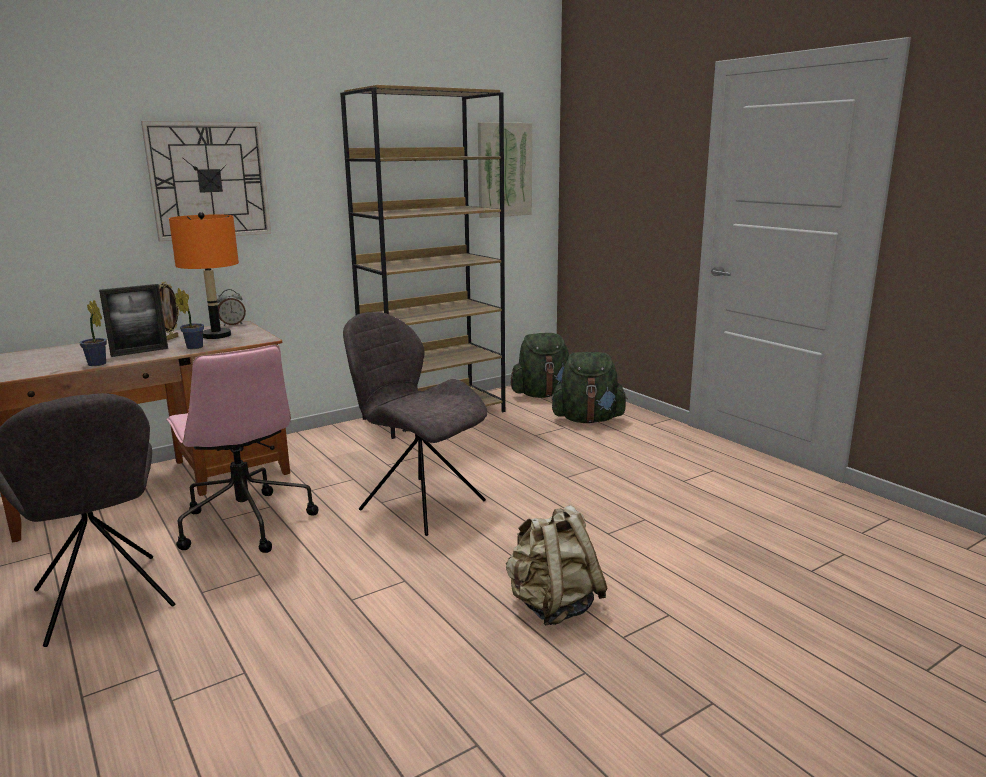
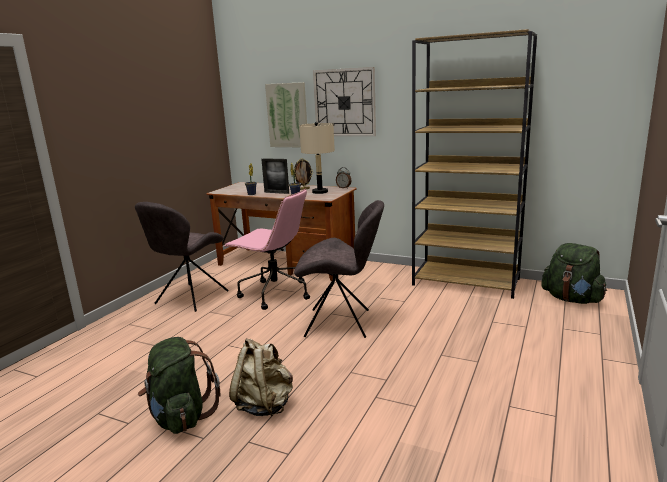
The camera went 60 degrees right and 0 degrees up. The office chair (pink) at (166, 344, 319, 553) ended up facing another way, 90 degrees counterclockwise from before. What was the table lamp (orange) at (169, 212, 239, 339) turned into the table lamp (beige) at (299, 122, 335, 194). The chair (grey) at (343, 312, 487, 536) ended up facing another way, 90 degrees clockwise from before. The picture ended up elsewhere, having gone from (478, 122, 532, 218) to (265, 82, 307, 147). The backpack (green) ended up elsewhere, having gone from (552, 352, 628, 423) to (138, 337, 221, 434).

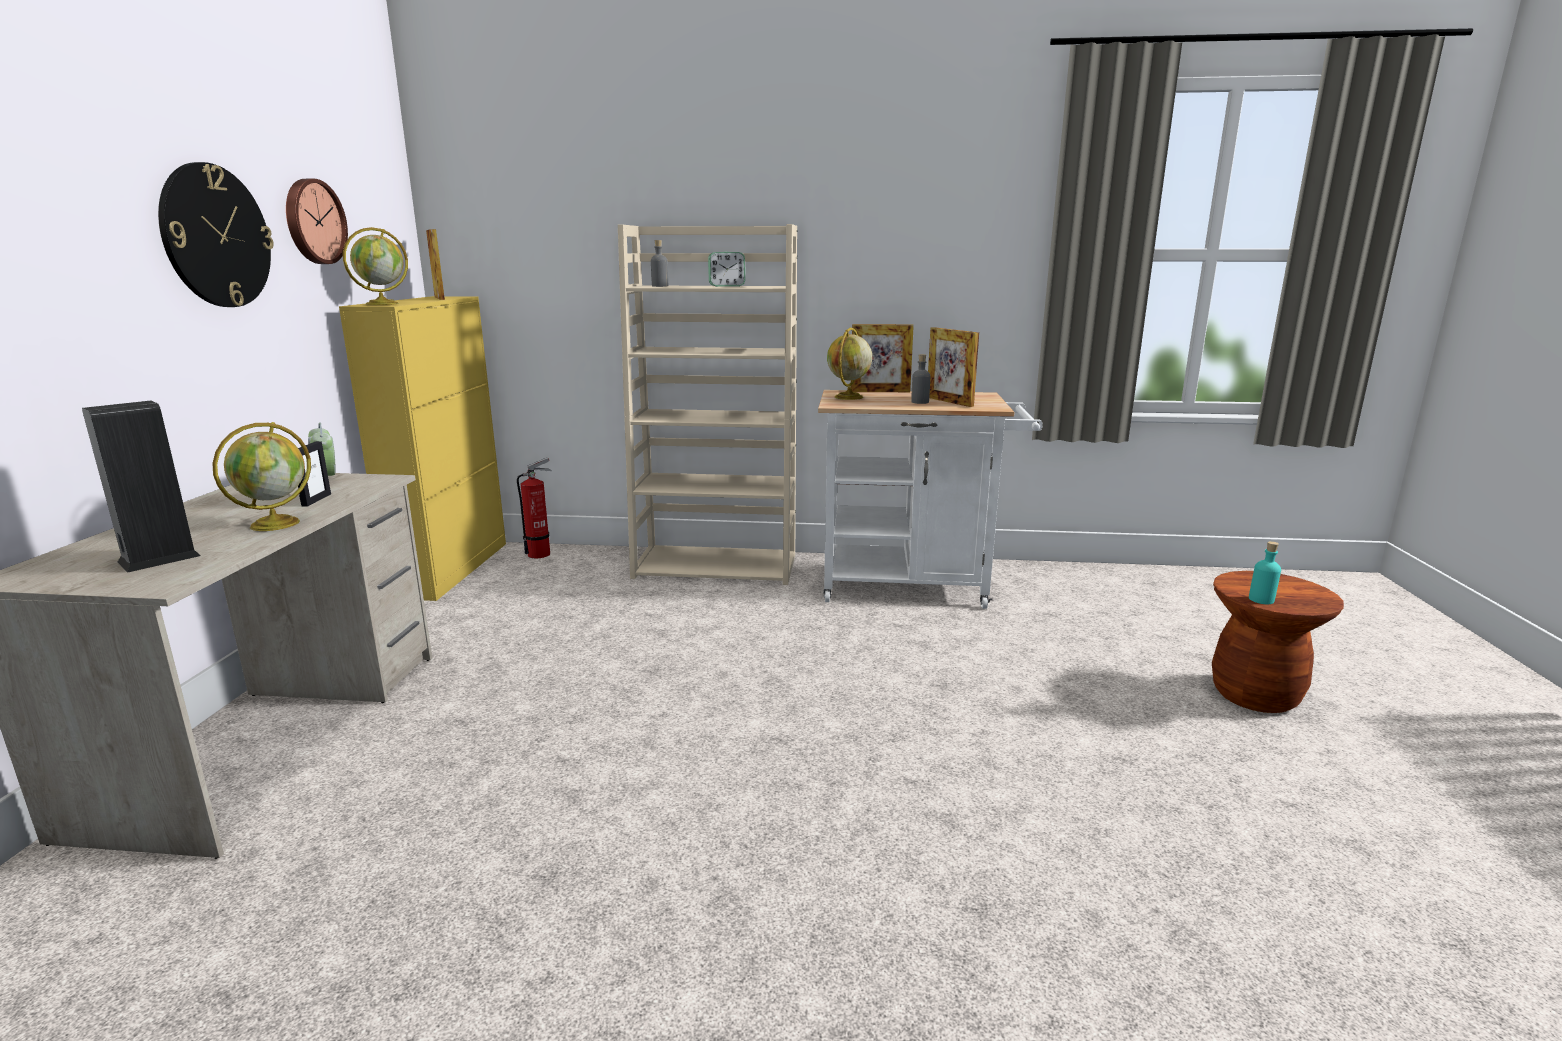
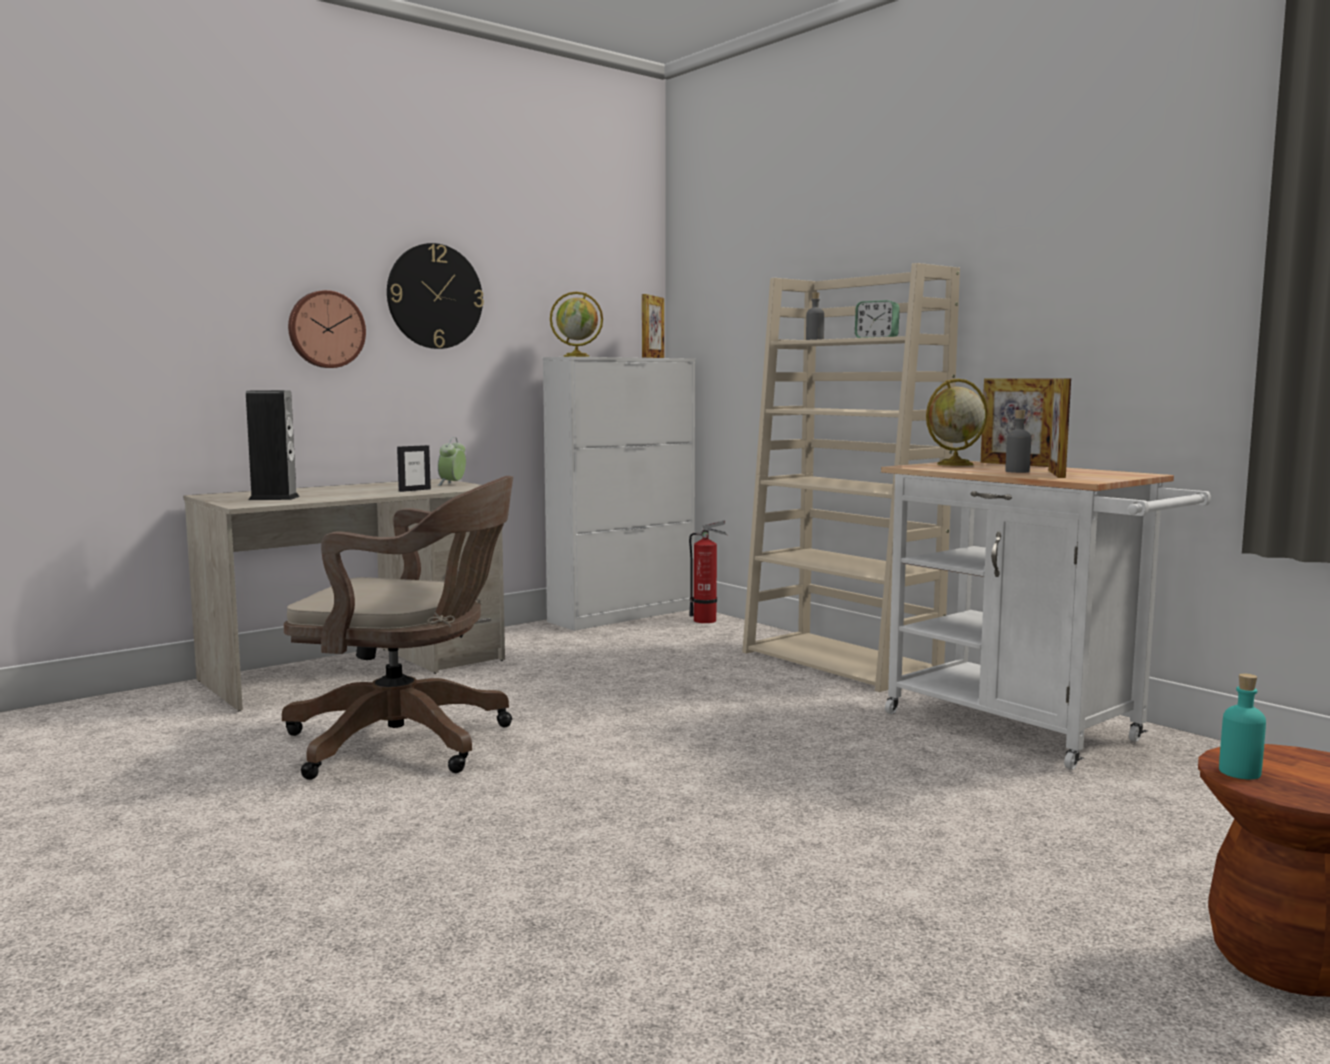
The camera went 45 degrees right and 10 degrees down. The second view lost the globe at (212, 422, 311, 531). The wall clock ended up elsewhere, having gone from (286, 179, 348, 264) to (288, 290, 366, 368). What was the cabinet (yellow) at (339, 296, 506, 601) turned into the cabinet (white) at (543, 357, 695, 631). The second view gained the office chair (brown) at (282, 476, 513, 780).

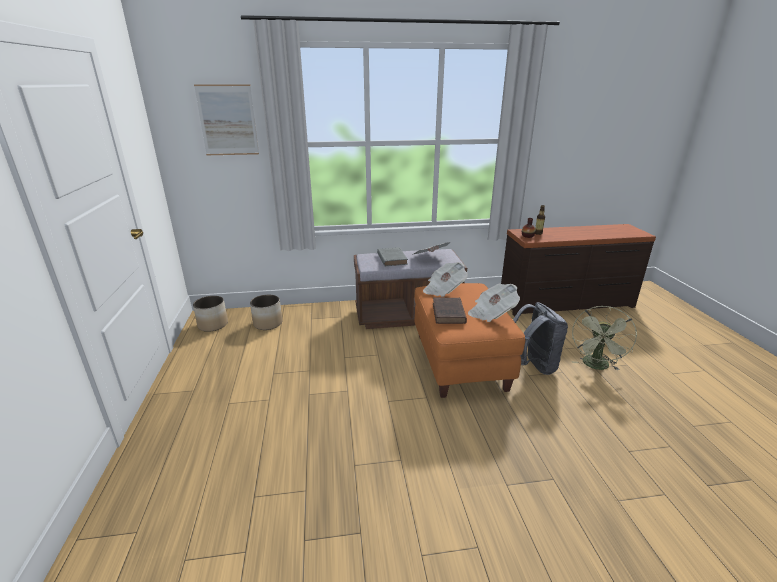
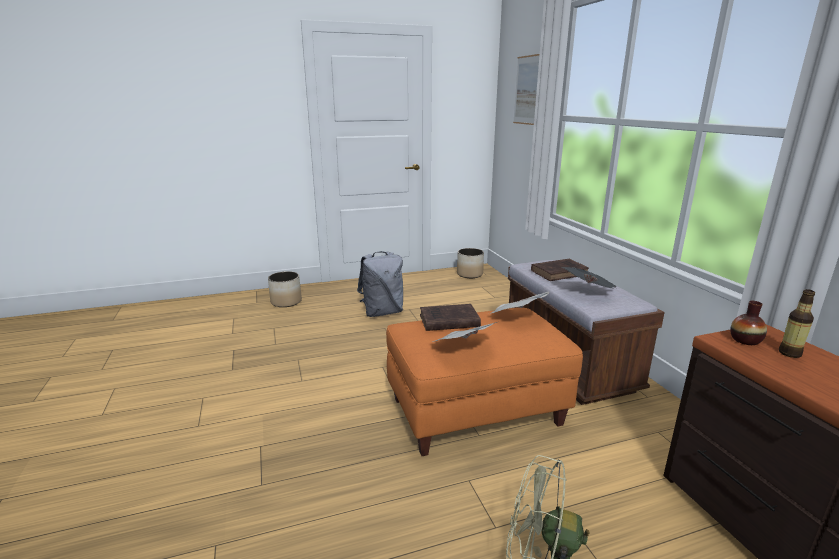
The camera went 80 degrees right and 5 degrees down. The planter ended up elsewhere, having gone from (250, 295, 283, 330) to (268, 271, 302, 307). What was the book (grey) at (377, 247, 408, 266) turned into the book (brown) at (531, 259, 589, 281). The backpack (grey) ended up elsewhere, having gone from (513, 302, 568, 375) to (357, 251, 403, 317).

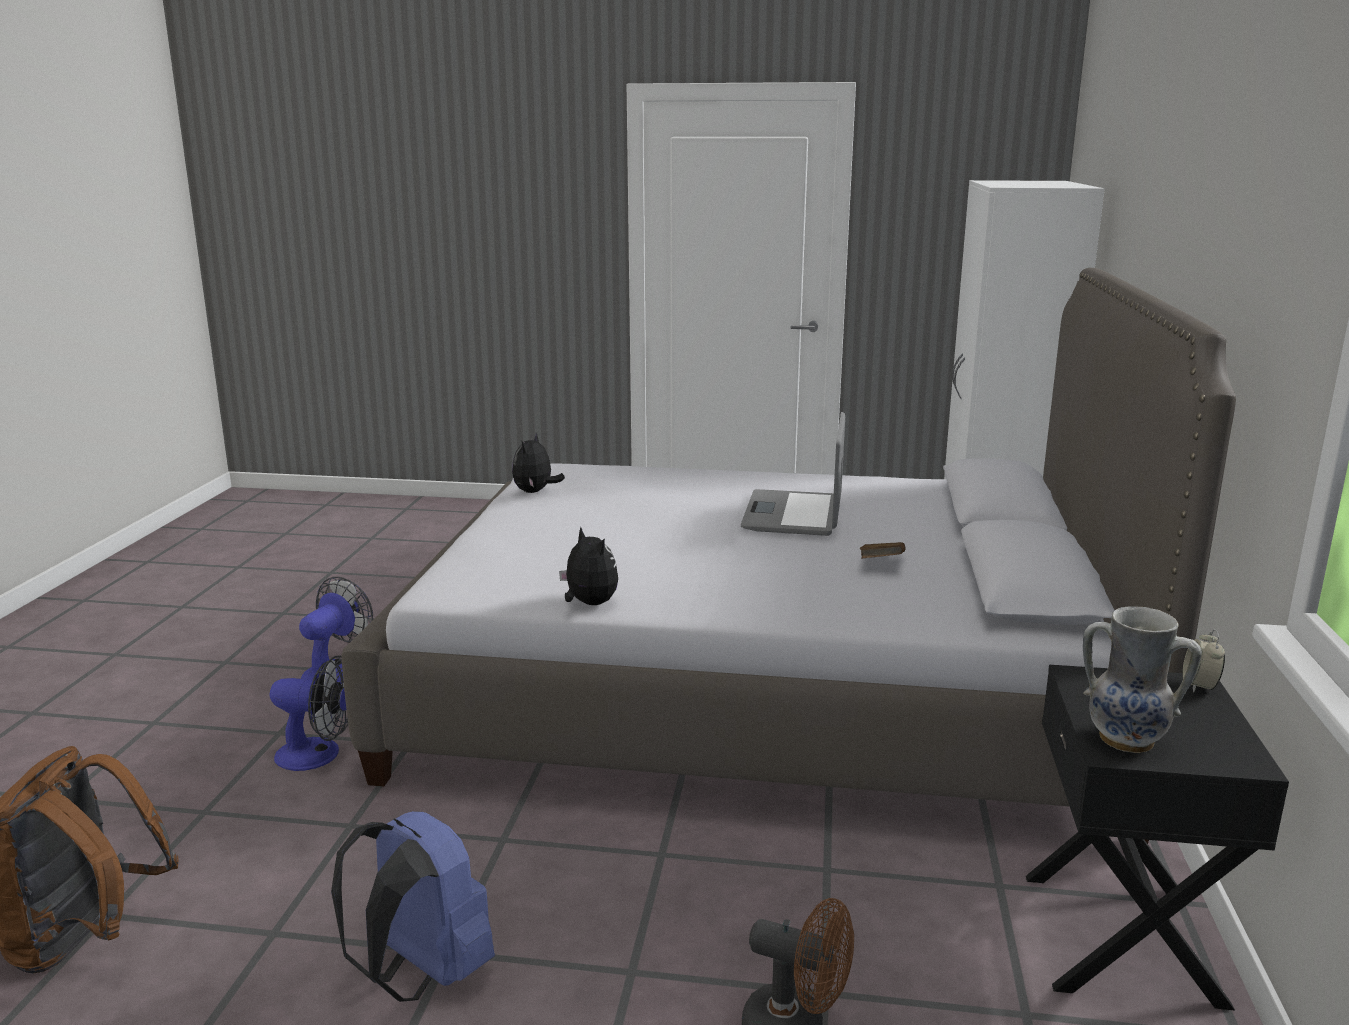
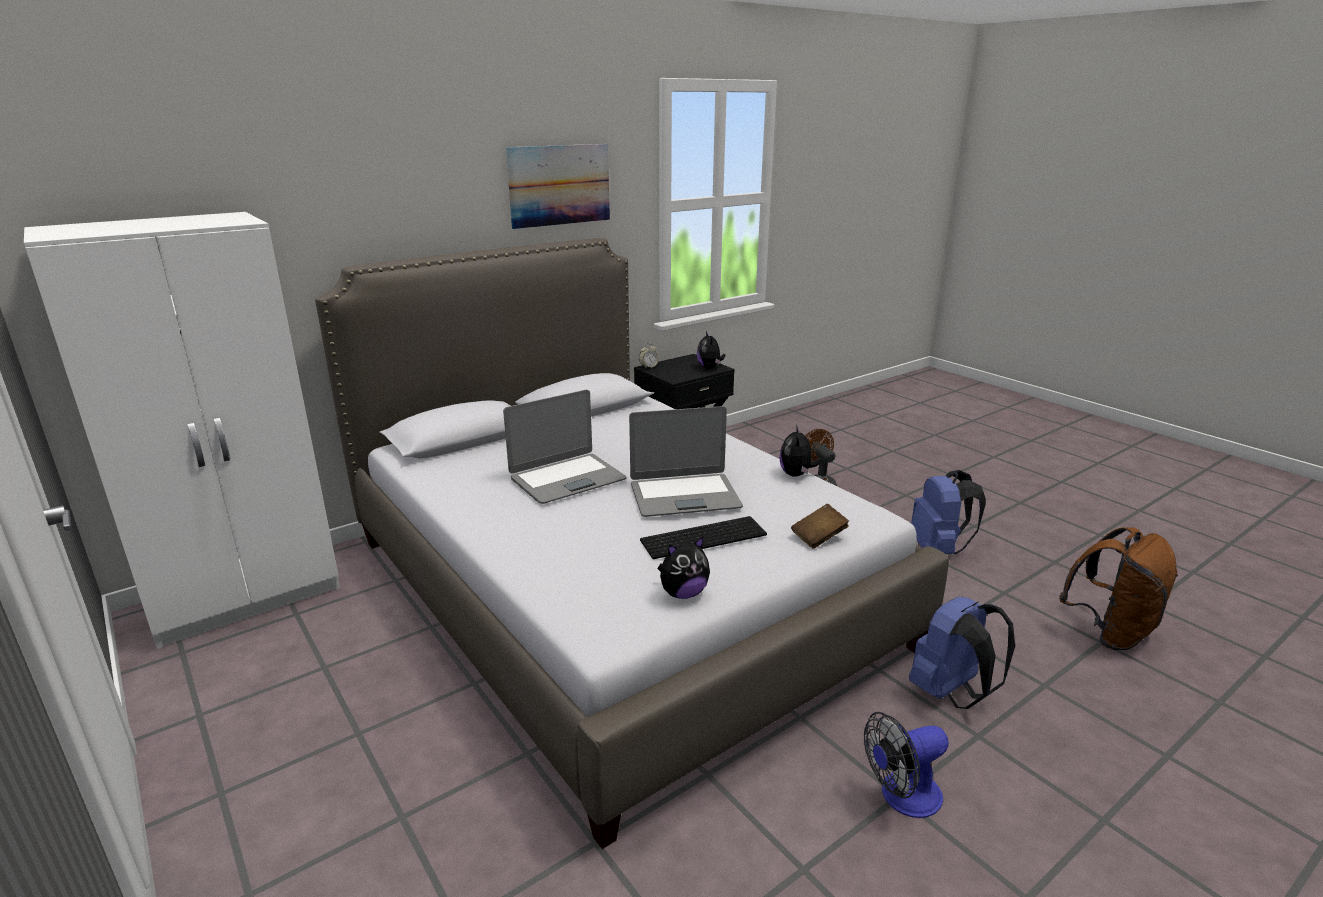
The camera went 135 degrees left and 5 degrees up. Where the fan stood at (270, 656, 348, 771), the backpack (blue) came to stand at (909, 597, 1015, 709). The book (brown) ended up elsewhere, having gone from (860, 542, 906, 558) to (791, 504, 849, 549). Where the vase stood at (1083, 606, 1202, 753), the plush toy came to stand at (697, 332, 725, 369). The second view gained the picture at (506, 144, 610, 229). The second view gained the laptop at (629, 406, 743, 517). The second view gained the keyboard at (640, 516, 767, 559).

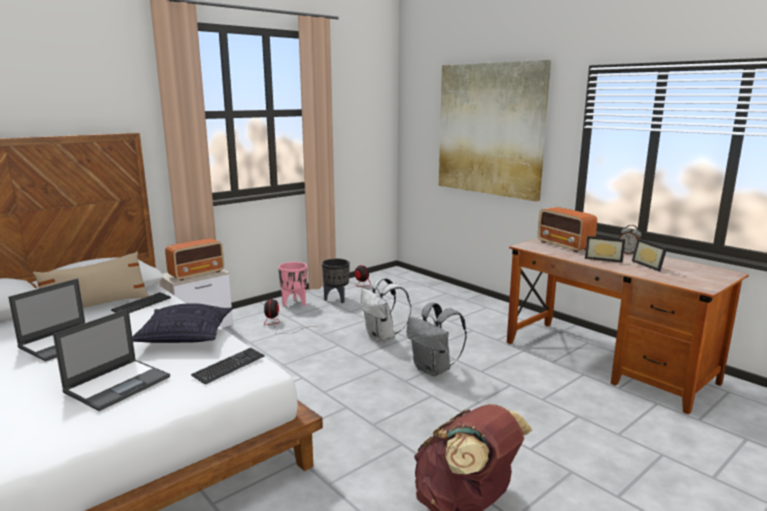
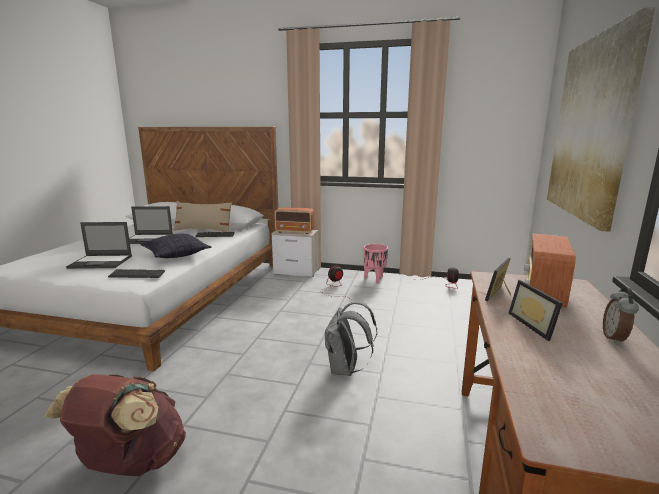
The camera went 55 degrees right and 0 degrees up. The second view lost the planter (black) at (322, 259, 350, 303). The second view lost the backpack (white) at (361, 278, 411, 342). The picture frame ended up elsewhere, having gone from (632, 239, 667, 272) to (485, 258, 511, 302).

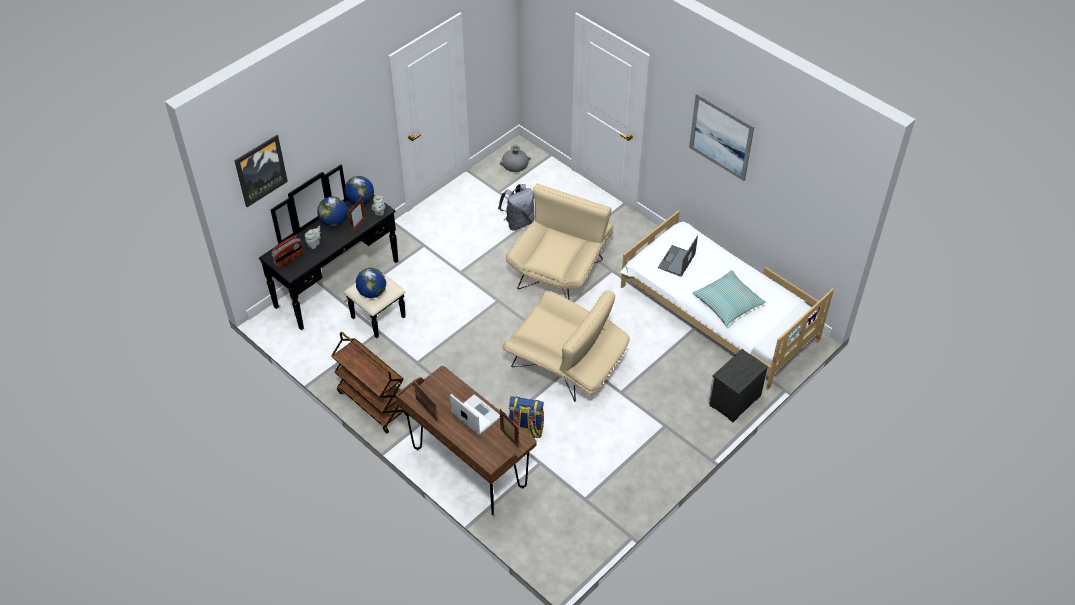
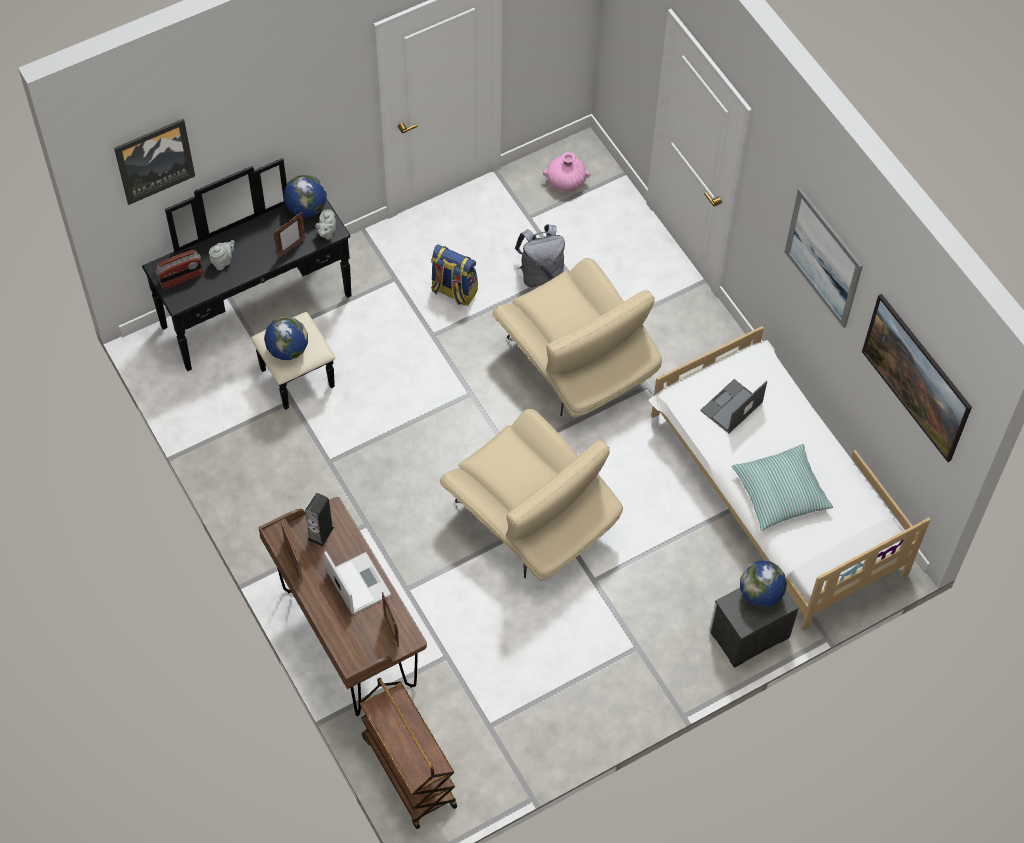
The camera went 15 degrees right and 10 degrees up. The globe ended up elsewhere, having gone from (317, 196, 347, 227) to (740, 560, 787, 607). The cart (brown) ended up elsewhere, having gone from (331, 332, 409, 433) to (359, 678, 457, 829). What was the vase (grey) at (500, 145, 531, 172) turned into the vase (pink) at (543, 152, 590, 192). The armchair (beige) at (506, 184, 613, 300) ended up facing another way, 105 degrees clockwise from before. The backpack ended up elsewhere, having gone from (509, 396, 544, 438) to (431, 245, 478, 306). The second view gained the speaker at (305, 493, 334, 546). The second view gained the picture at (862, 294, 972, 462).

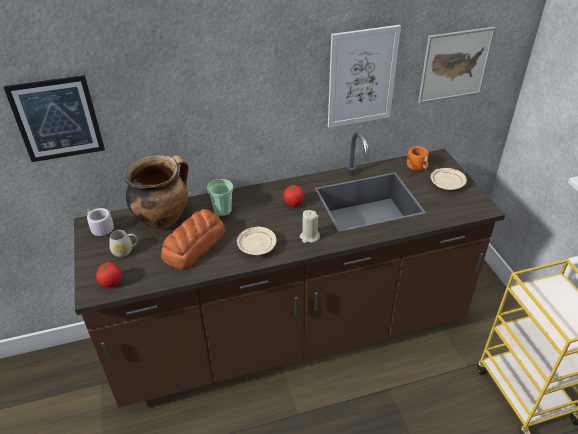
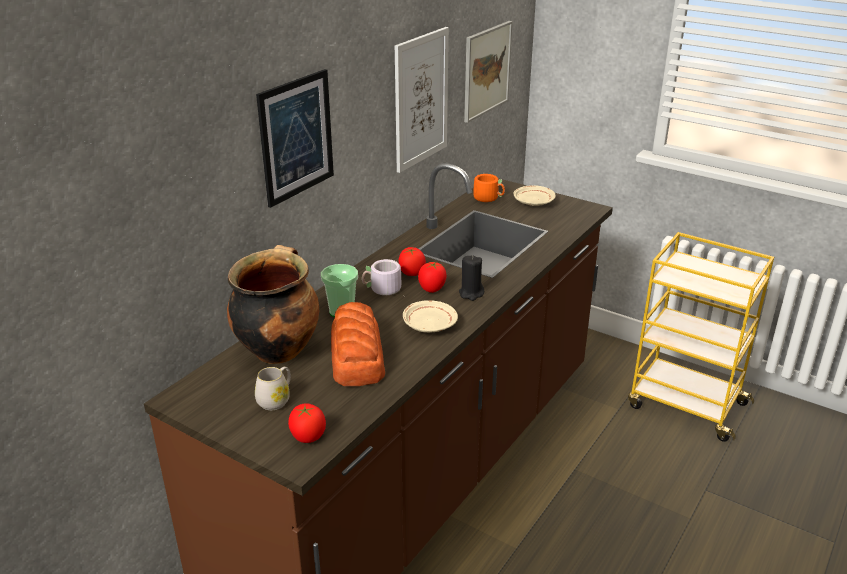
The camera went 40 degrees left and 10 degrees down. The picture ended up elsewhere, having gone from (4, 75, 105, 162) to (256, 69, 334, 208). The mug (grey) ended up elsewhere, having gone from (87, 208, 114, 241) to (362, 259, 401, 295). What was the candle (beige) at (300, 210, 320, 243) turned into the candle (black) at (459, 255, 484, 301). The second view gained the tomato at (418, 262, 447, 293).

